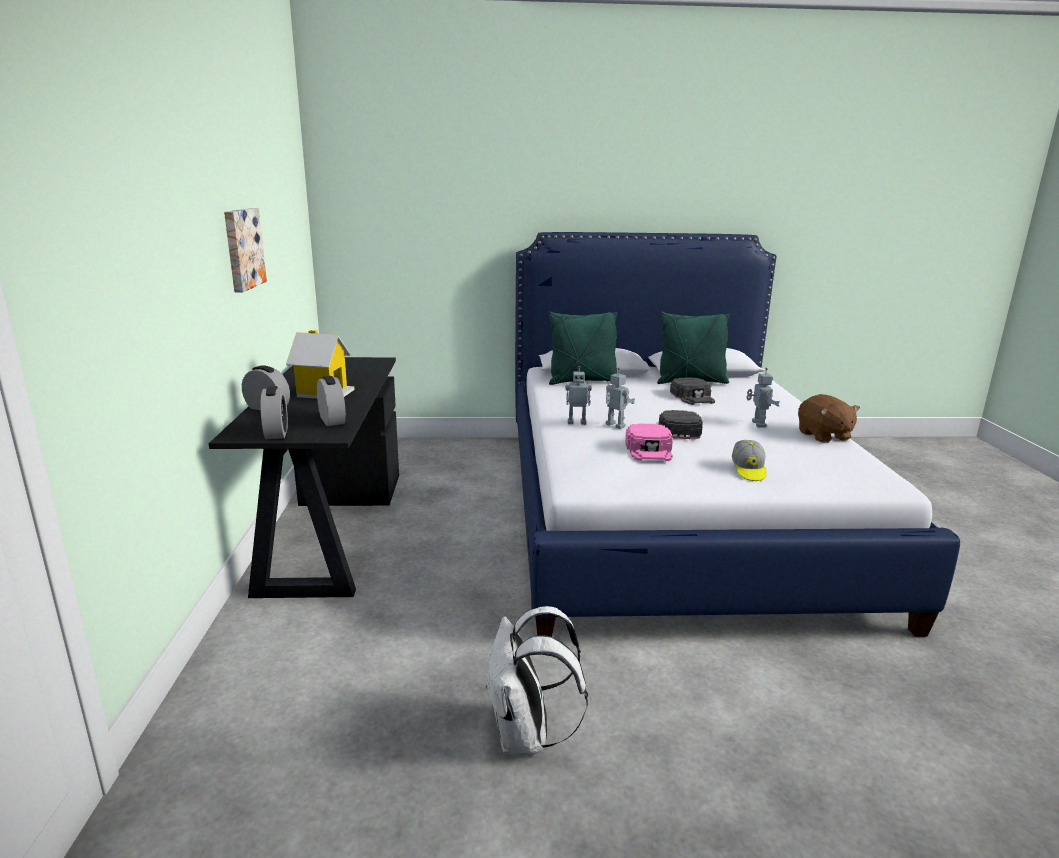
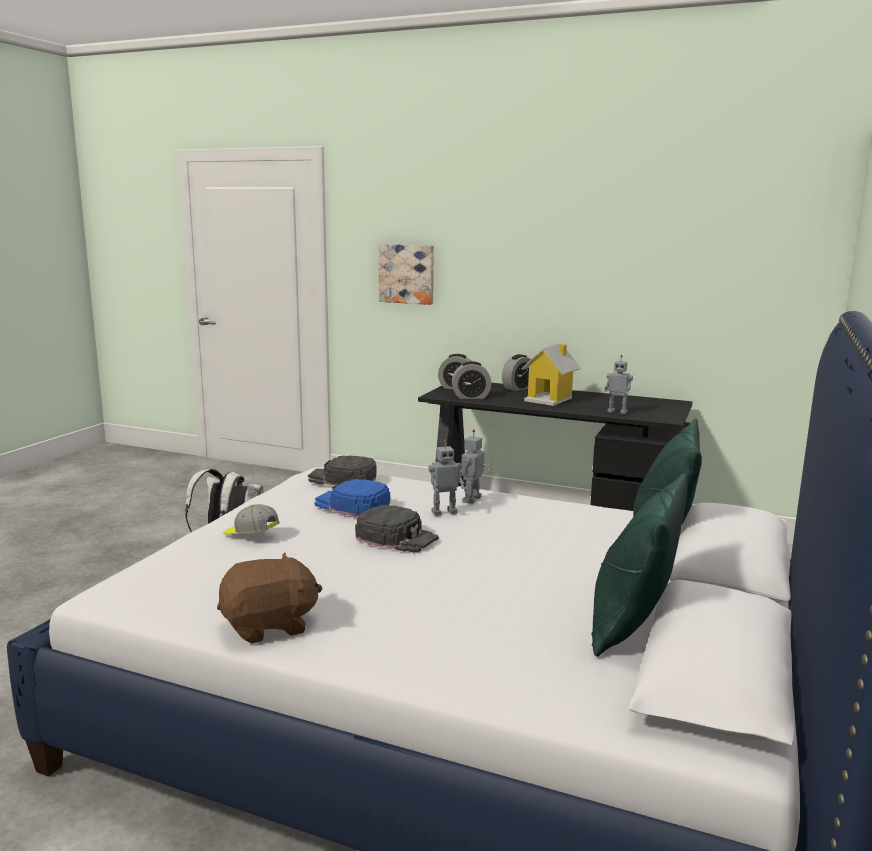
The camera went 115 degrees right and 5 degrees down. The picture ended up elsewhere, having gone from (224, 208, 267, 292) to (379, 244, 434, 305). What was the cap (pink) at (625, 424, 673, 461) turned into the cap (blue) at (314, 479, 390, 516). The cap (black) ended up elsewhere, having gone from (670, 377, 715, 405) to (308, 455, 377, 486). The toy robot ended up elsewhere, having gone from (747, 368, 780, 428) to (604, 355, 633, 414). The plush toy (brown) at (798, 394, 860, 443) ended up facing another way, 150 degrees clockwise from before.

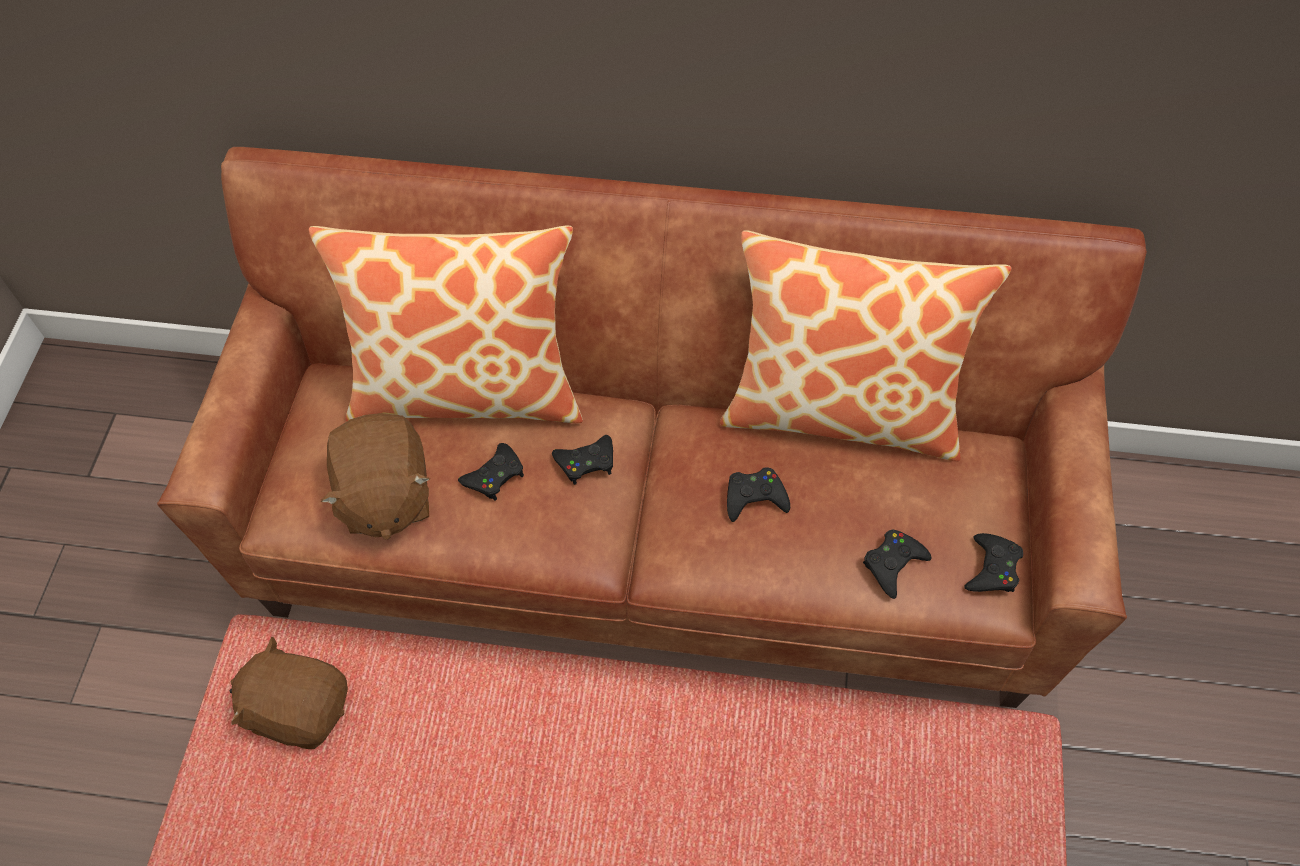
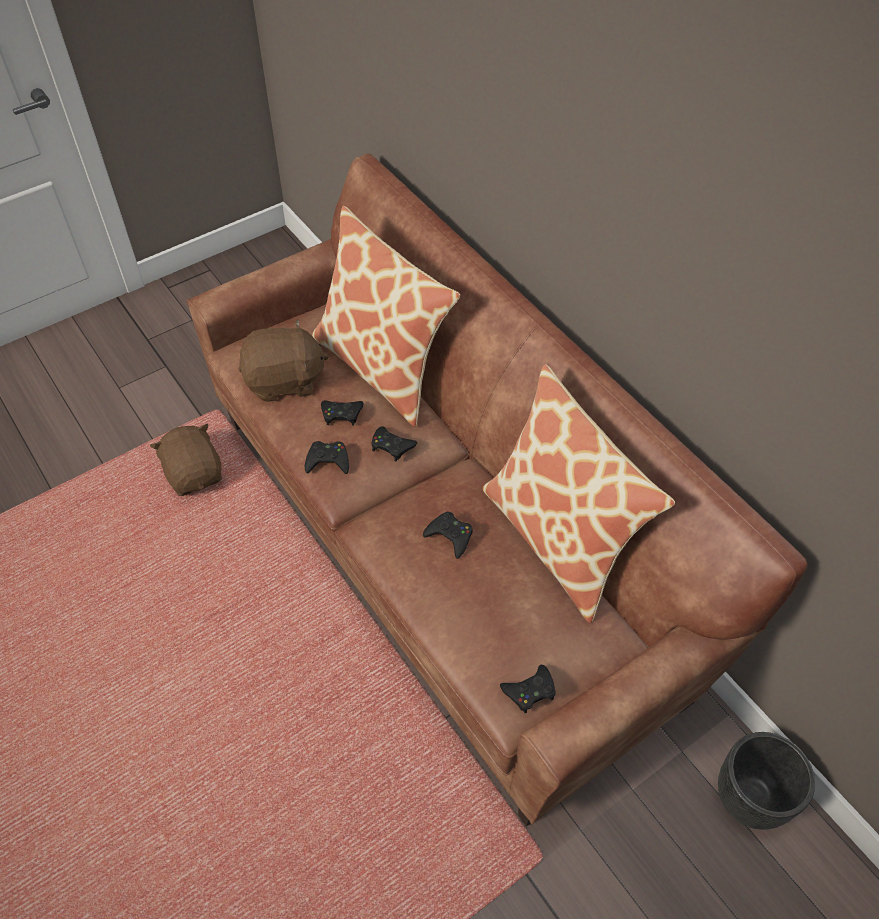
The camera went 45 degrees right and 5 degrees down. The plush toy (brown) at (321, 413, 430, 540) ended up facing another way, 135 degrees counterclockwise from before. The game controller (black) ended up elsewhere, having gone from (863, 530, 932, 599) to (305, 441, 349, 474). The second view gained the planter (black) at (718, 732, 815, 830).

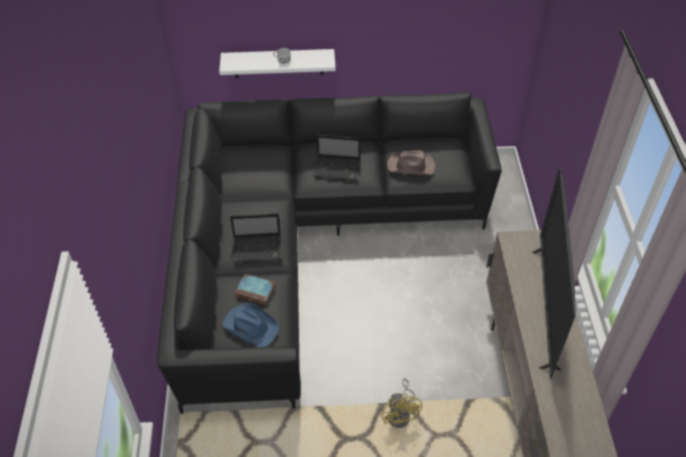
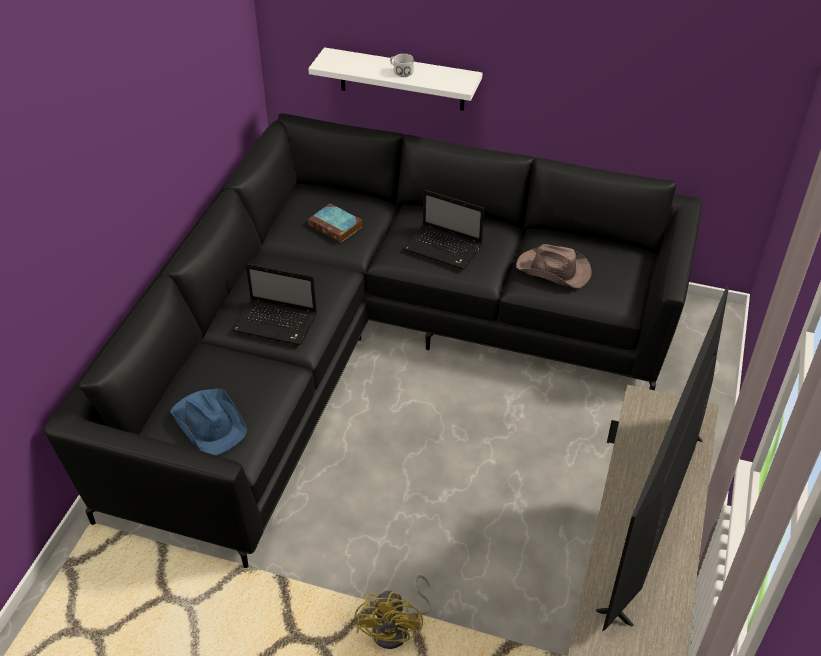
The camera went 20 degrees right and 5 degrees down. The book ended up elsewhere, having gone from (235, 274, 276, 305) to (308, 203, 362, 243).

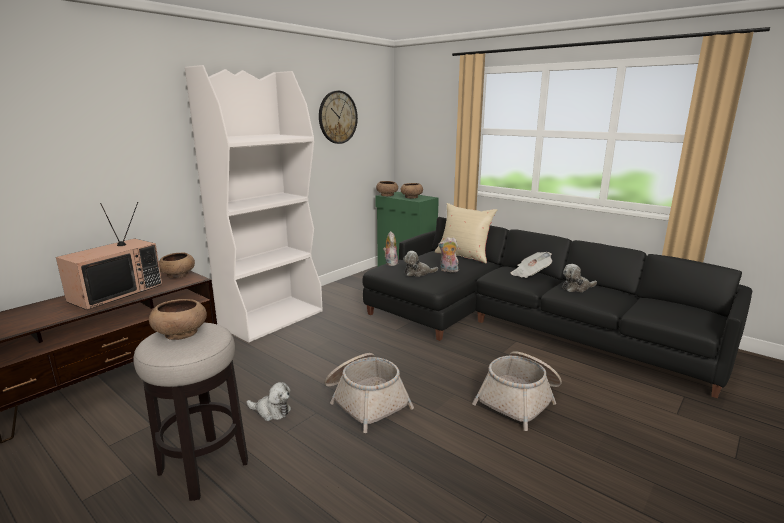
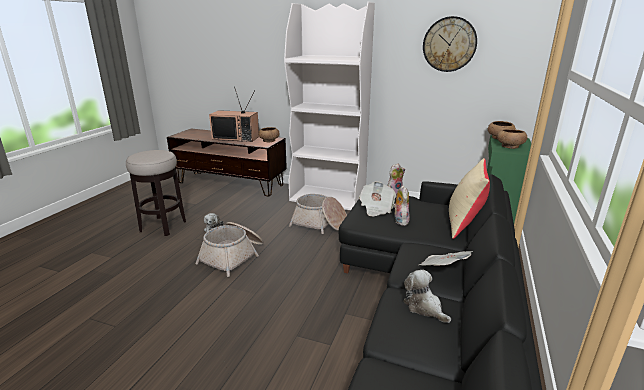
The camera went 70 degrees right and 5 degrees up. The second view lost the bowl (brown) at (149, 299, 207, 340). Where the plush toy stood at (403, 251, 438, 277), the newspaper came to stand at (359, 181, 396, 216). The basket ended up elsewhere, having gone from (472, 351, 562, 431) to (289, 194, 347, 234).

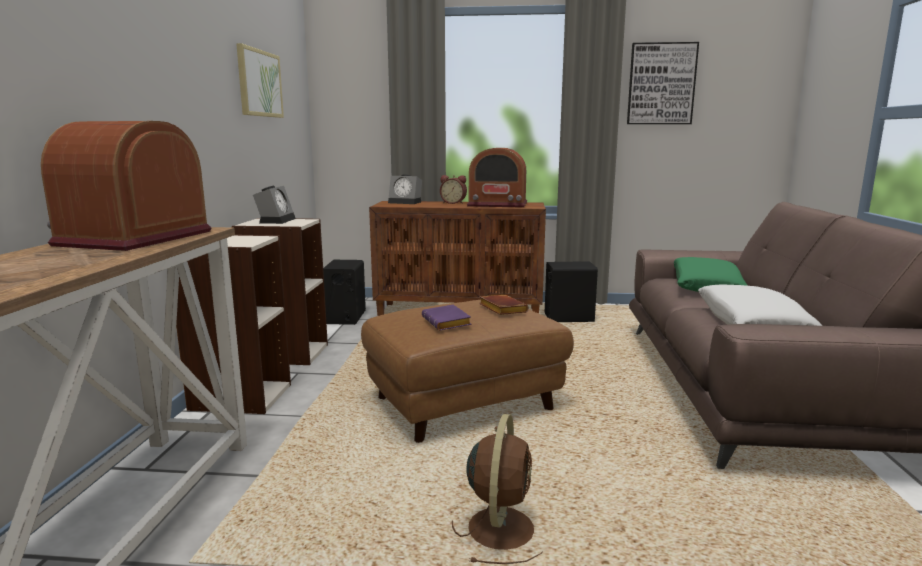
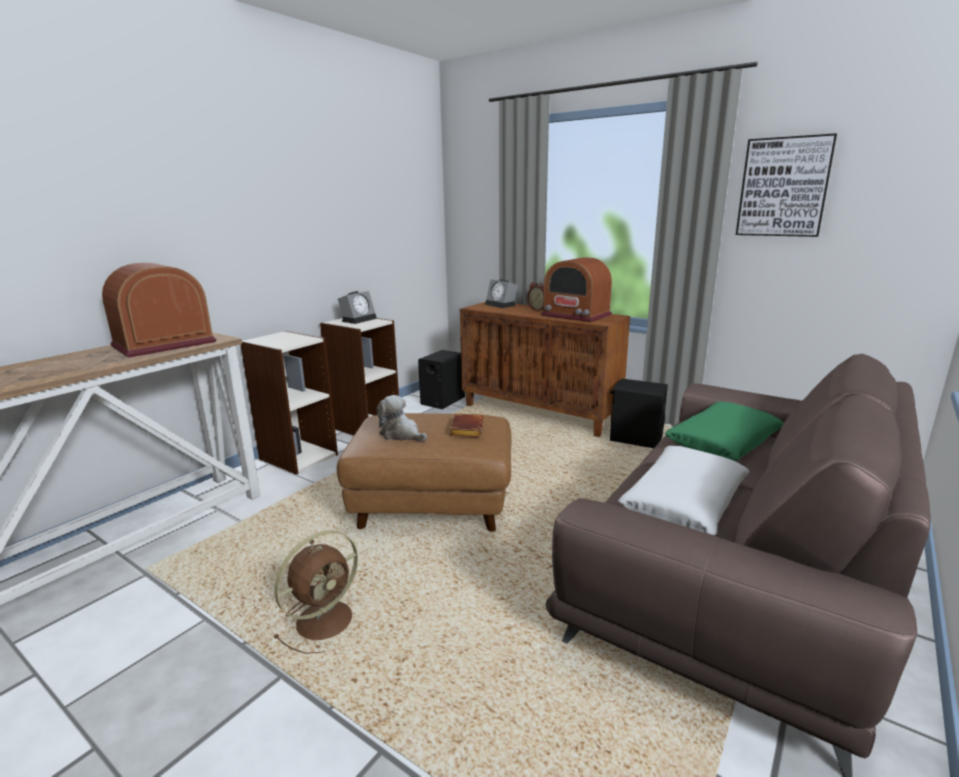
The camera went 30 degrees right and 5 degrees up. The second view lost the picture at (236, 43, 284, 118). Where the book (purple) stood at (422, 305, 471, 330), the plush toy came to stand at (377, 395, 427, 441).

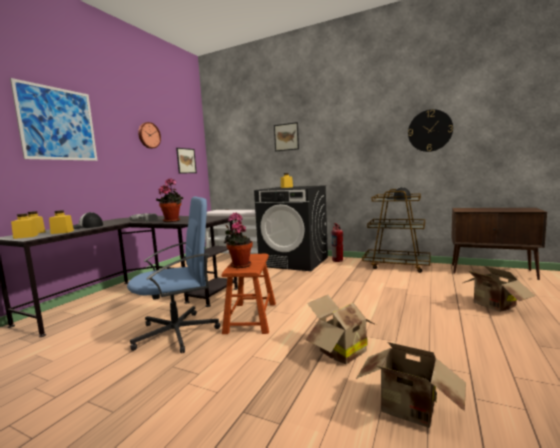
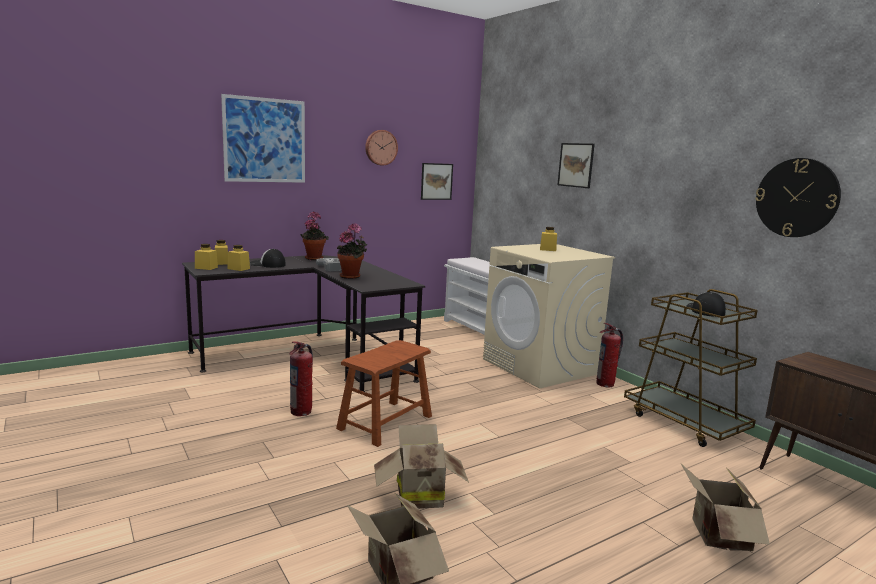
The camera went 30 degrees right and 5 degrees up. Where the office chair (blue) stood at (127, 196, 220, 353), the fire extinguisher came to stand at (289, 341, 313, 416). The potted plant ended up elsewhere, having gone from (224, 213, 253, 268) to (300, 211, 329, 260). What was the washing machine (black) at (254, 185, 328, 271) turned into the washing machine (beige) at (483, 244, 615, 388).

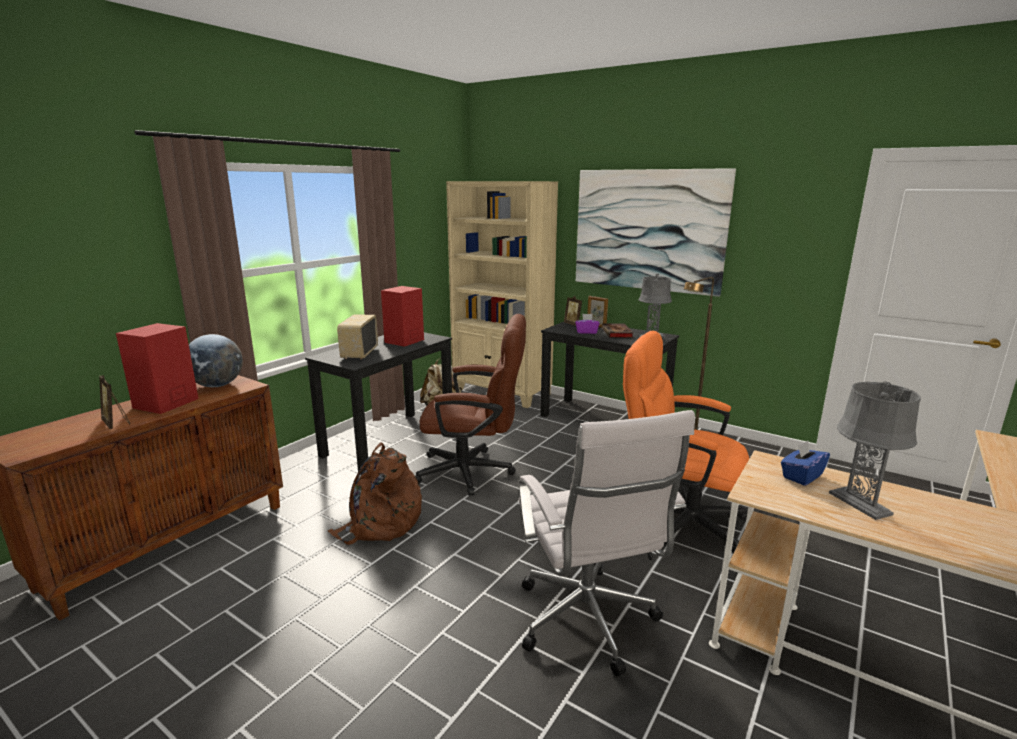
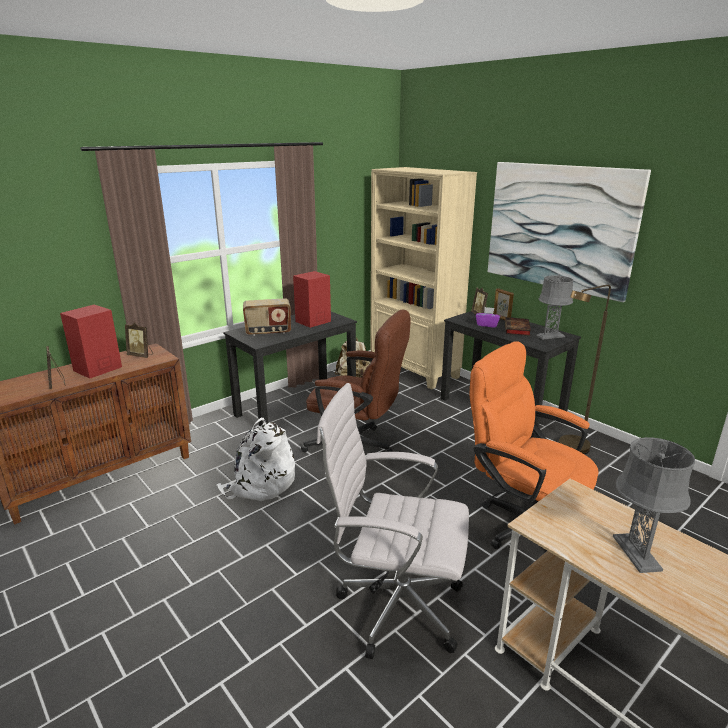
The camera went 15 degrees right and 5 degrees up. Where the globe stood at (189, 334, 243, 387), the picture frame came to stand at (125, 322, 153, 358). What was the backpack (brown) at (328, 443, 422, 545) turned into the backpack (white) at (217, 418, 295, 501). The radio at (337, 314, 378, 359) ended up facing another way, 120 degrees counterclockwise from before. The office chair (white) at (519, 410, 695, 676) ended up facing another way, 105 degrees clockwise from before. The second view lost the tissue box (blue) at (781, 440, 830, 486).

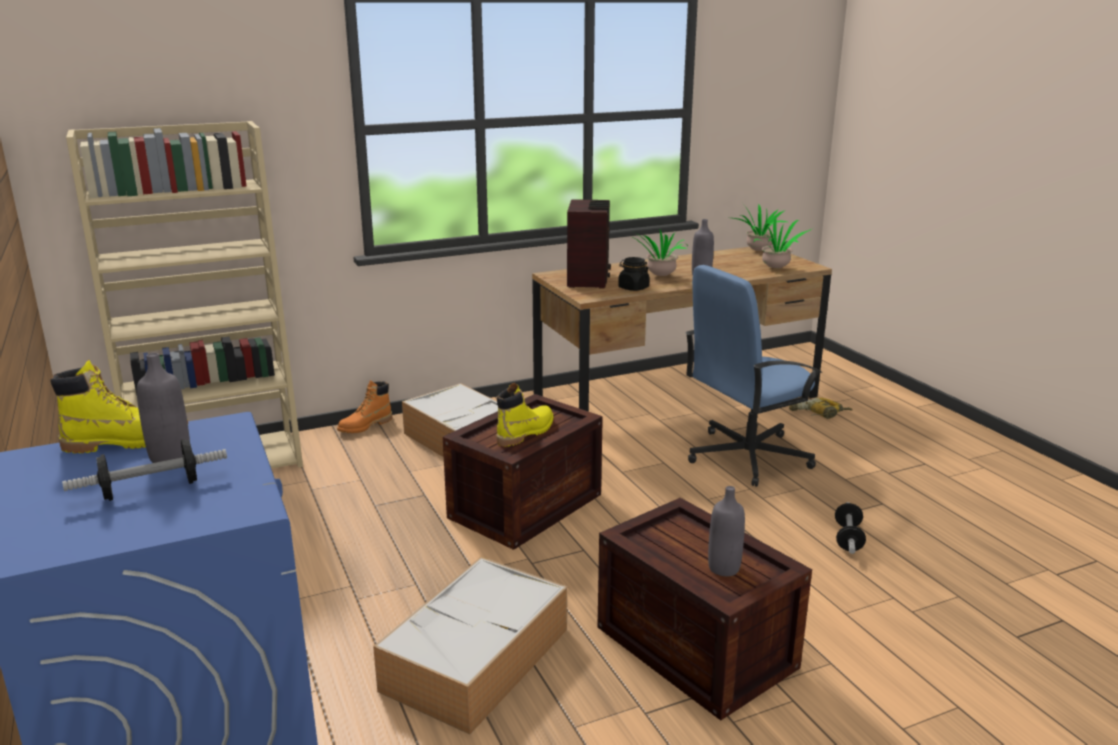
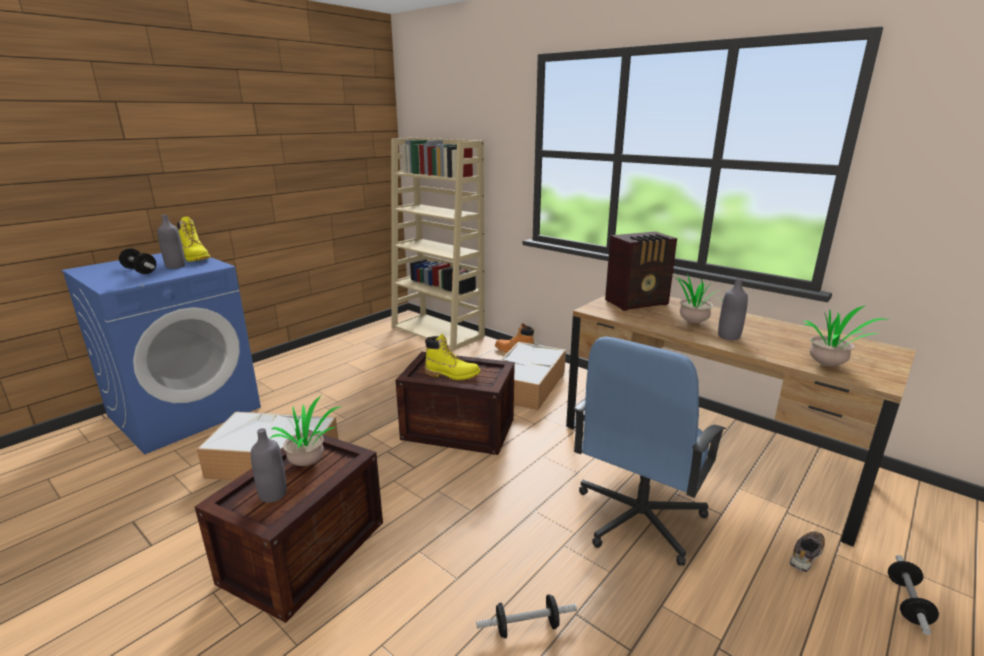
The camera went 65 degrees right and 0 degrees up. The second view lost the jar (black) at (618, 257, 650, 291). The office chair (blue) at (685, 265, 822, 487) ended up facing another way, 90 degrees counterclockwise from before. The potted plant ended up elsewhere, having gone from (733, 204, 789, 251) to (270, 396, 342, 466). Where the power drill stood at (789, 398, 852, 419), the shoe came to stand at (790, 531, 825, 572). The second view gained the dumbbell at (888, 555, 939, 635).

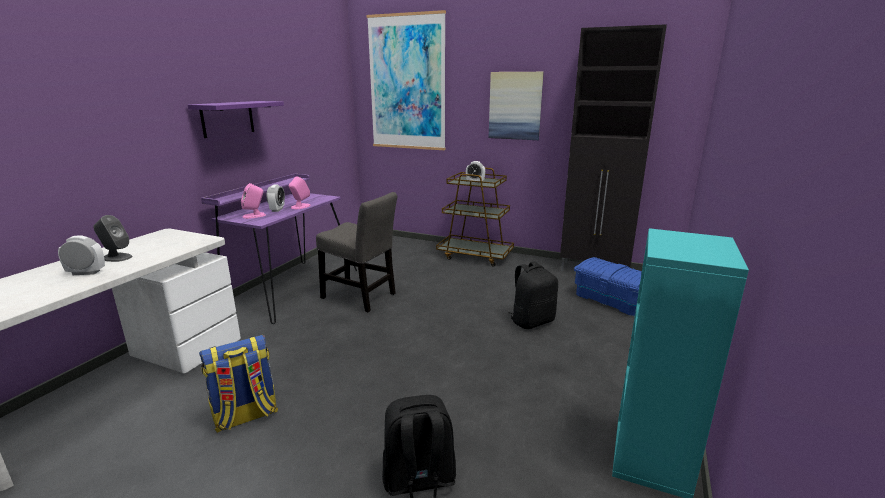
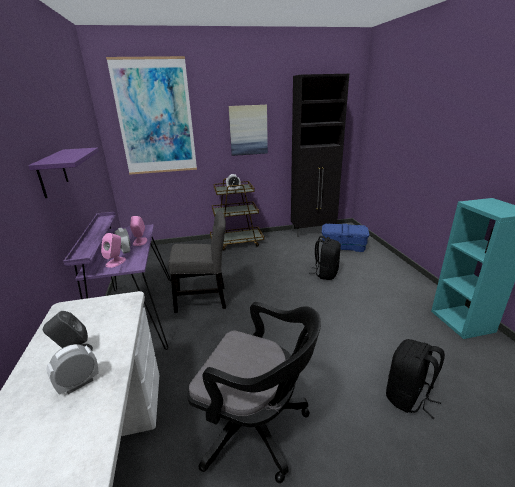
The camera went 35 degrees left and 5 degrees up. Where the backpack stood at (199, 335, 278, 433), the office chair (black) came to stand at (187, 302, 321, 483).

